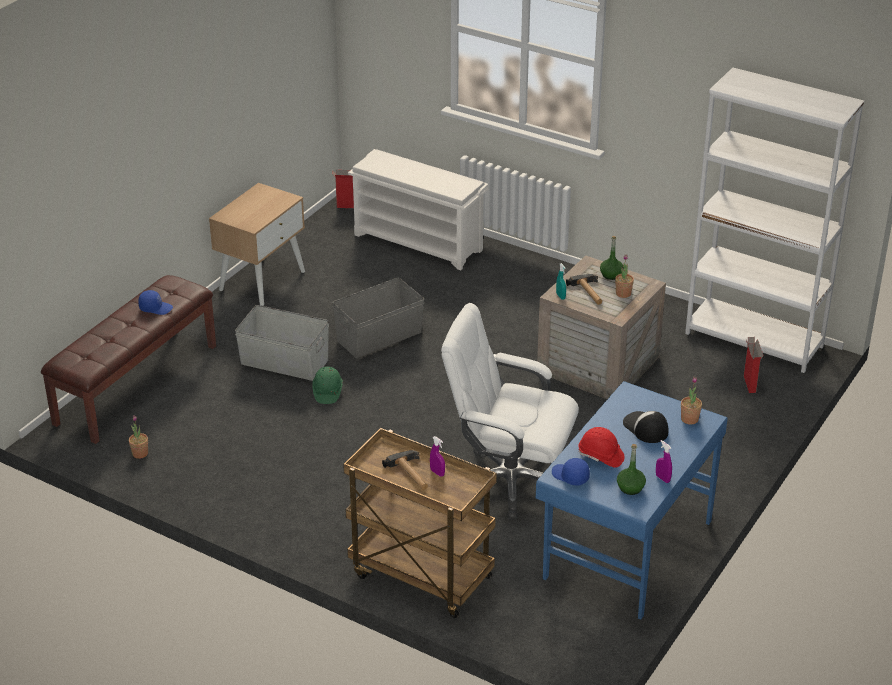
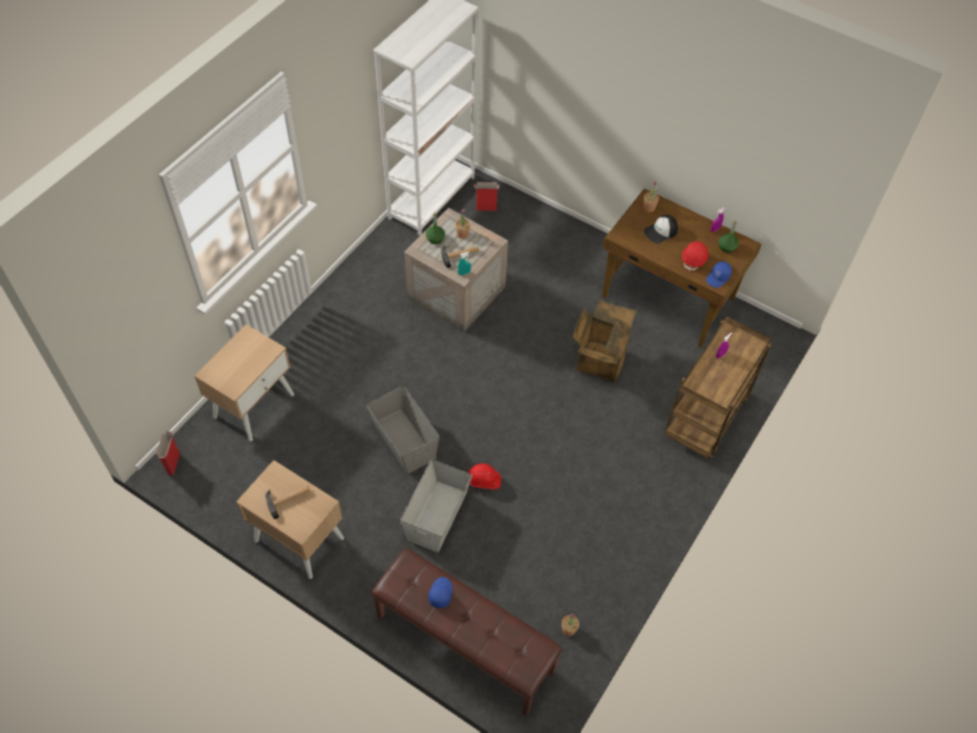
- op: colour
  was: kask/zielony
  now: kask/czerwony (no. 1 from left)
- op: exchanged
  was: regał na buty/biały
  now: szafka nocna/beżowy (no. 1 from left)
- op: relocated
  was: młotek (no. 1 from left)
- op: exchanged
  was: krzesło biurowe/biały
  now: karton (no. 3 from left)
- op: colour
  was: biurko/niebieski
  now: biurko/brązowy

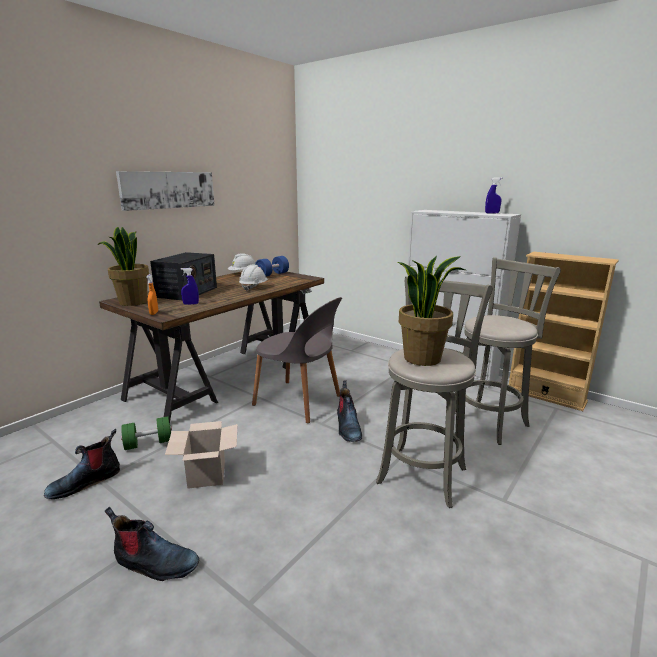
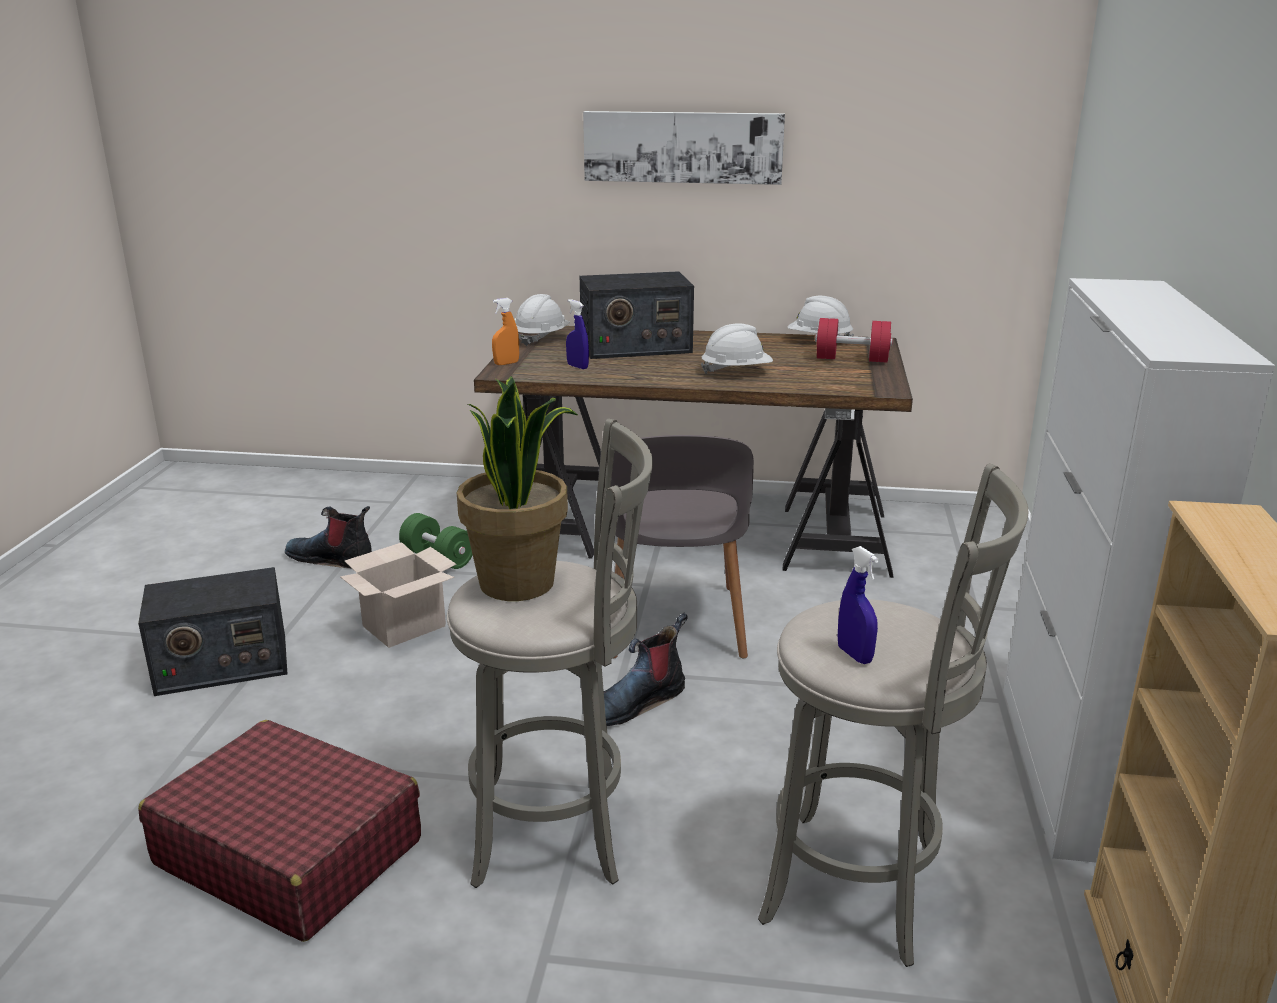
- op: exchanged
  was: roślina doniczkowa (no. 1 from left)
  now: kask/biały (no. 1 from left)
- op: exchanged
  was: but z cholewką (no. 2 from left)
  now: radio (no. 1 from left)
- op: colour
  was: hantel/niebieski
  now: hantel/czerwony
- op: relocated
  was: spryskiwacz/niebieski (no. 2 from left)
- op: appeared
  now: walizka/czerwony

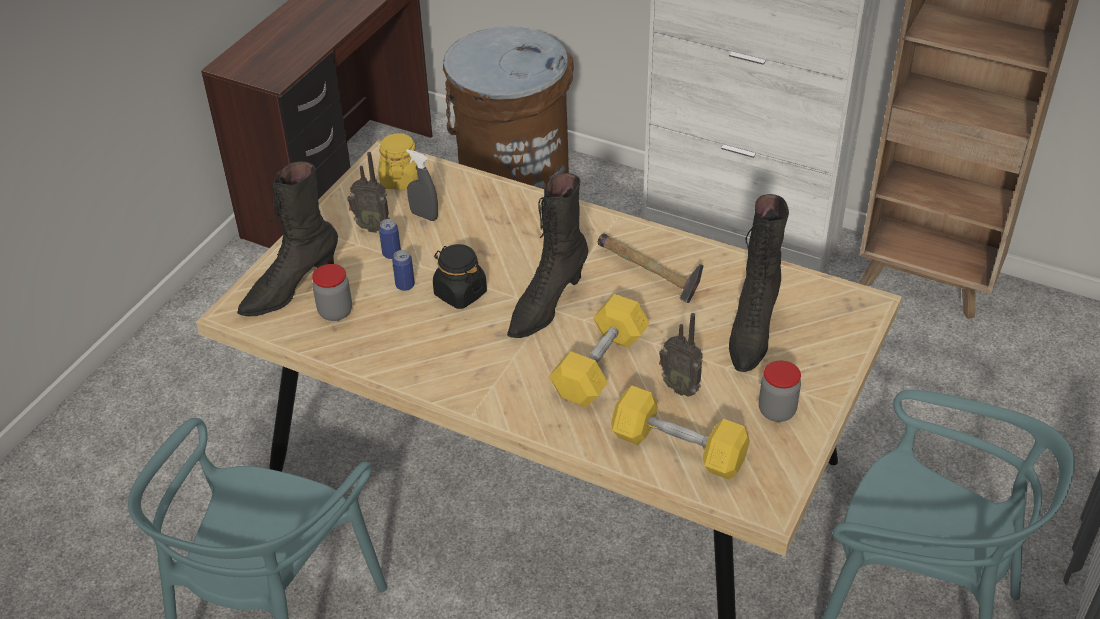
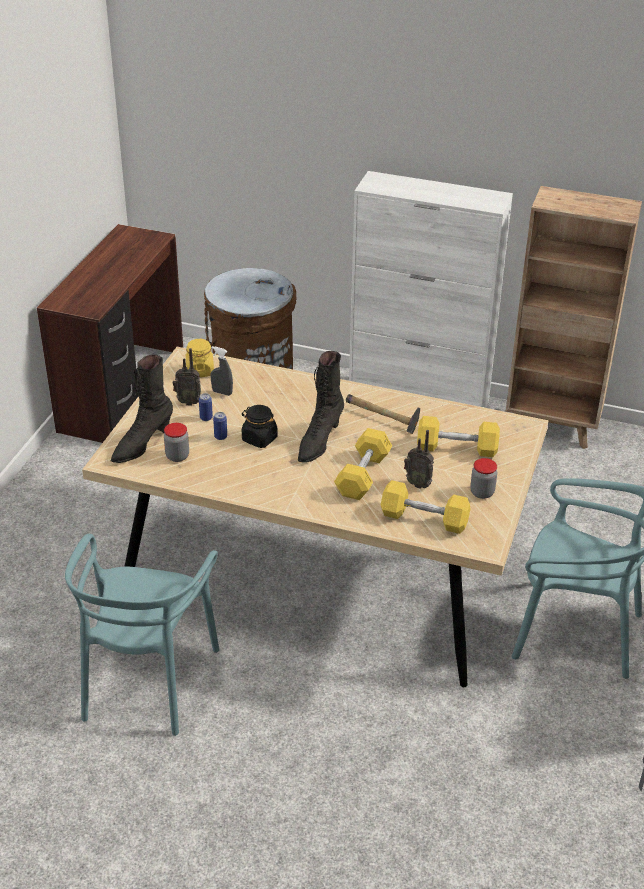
- op: exchanged
  was: but z cholewką/czarny (no. 3 from left)
  now: hantel/żółty (no. 3 from left)

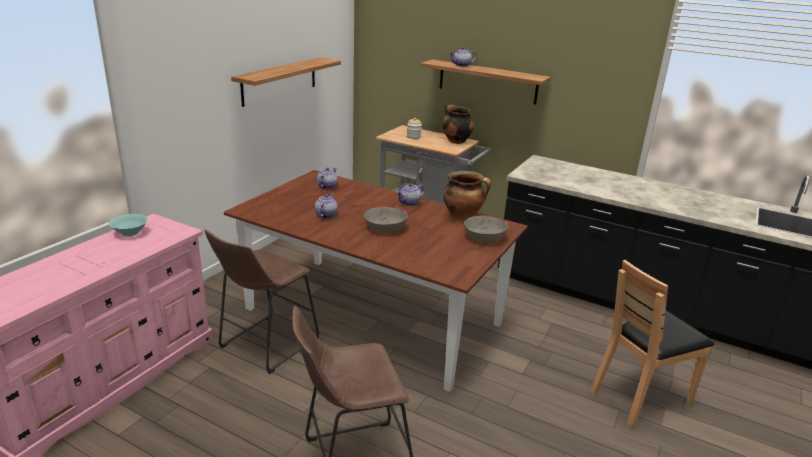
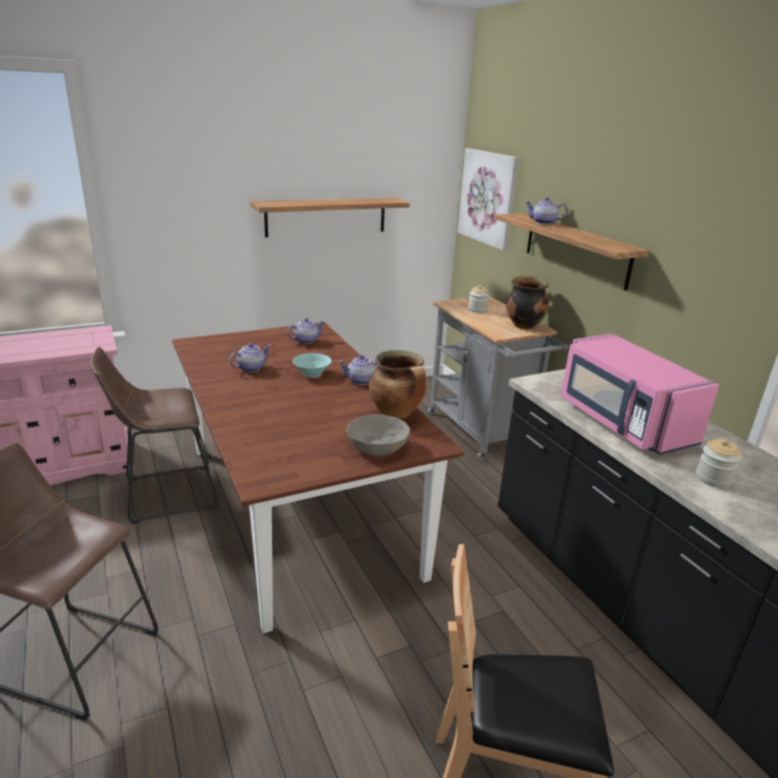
- op: relocated
  was: miska/turkusowy
- op: missing
  was: miska/szary (no. 1 from left)
- op: appeared
  now: obraz
- op: appeared
  now: mikrofalówka/różowy
- op: appeared
  now: słoik (no. 2 from left)

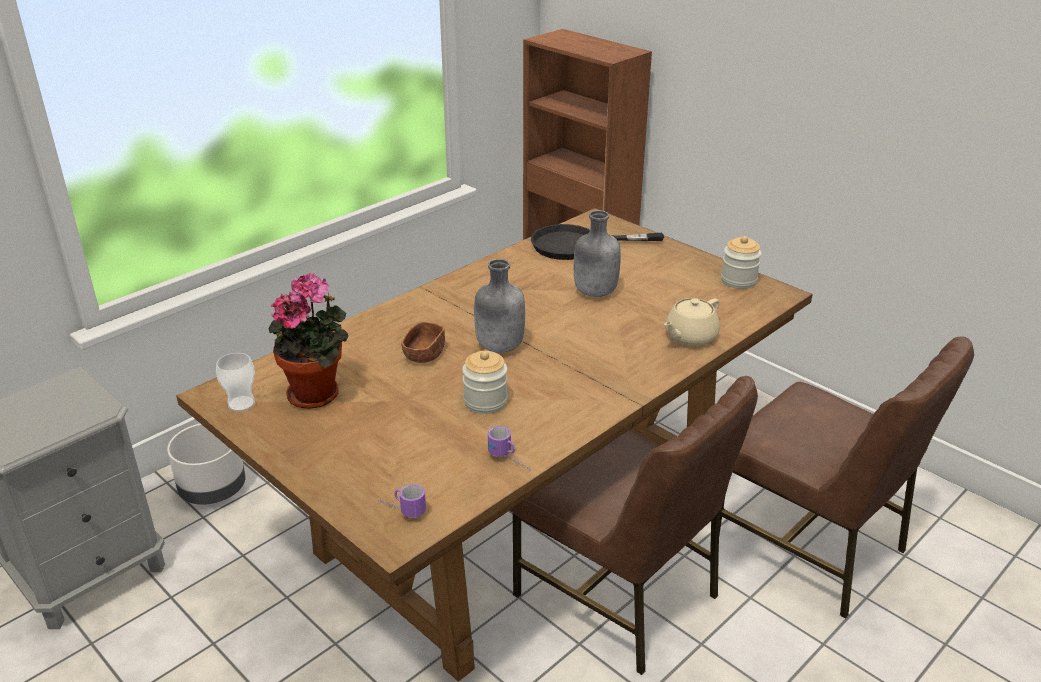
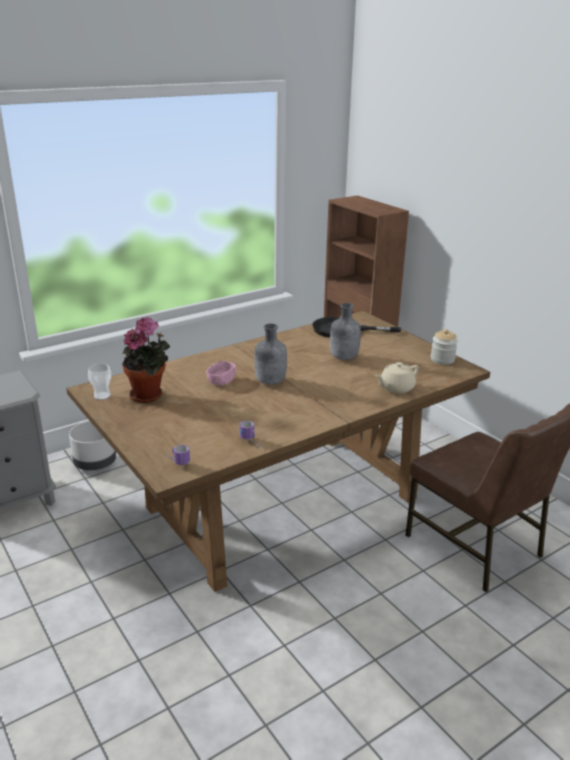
- op: colour
  was: miska/brązowy
  now: miska/różowy
- op: missing
  was: słoik (no. 1 from left)
- op: missing
  was: krzesło/brązowy (no. 1 from left)

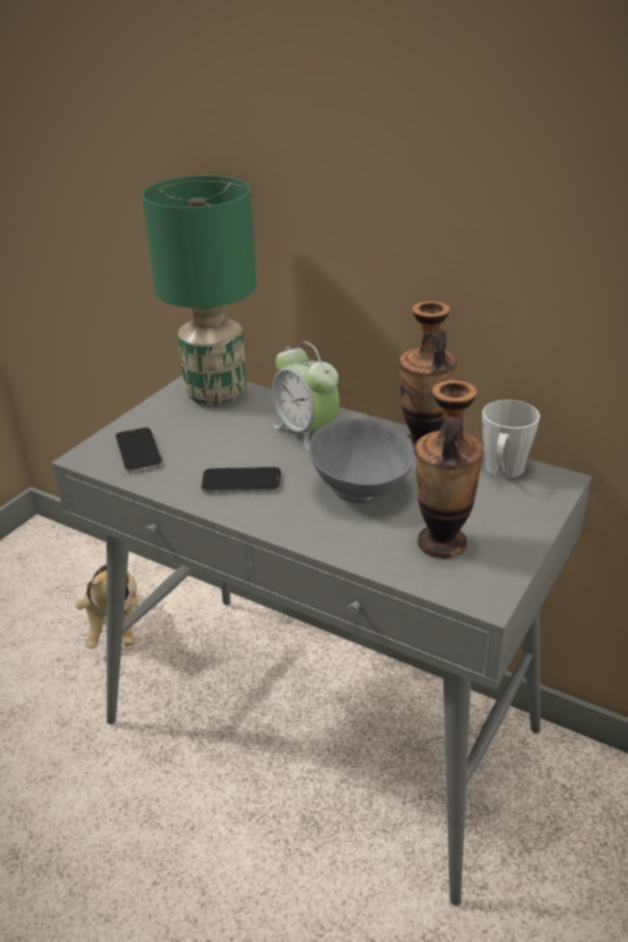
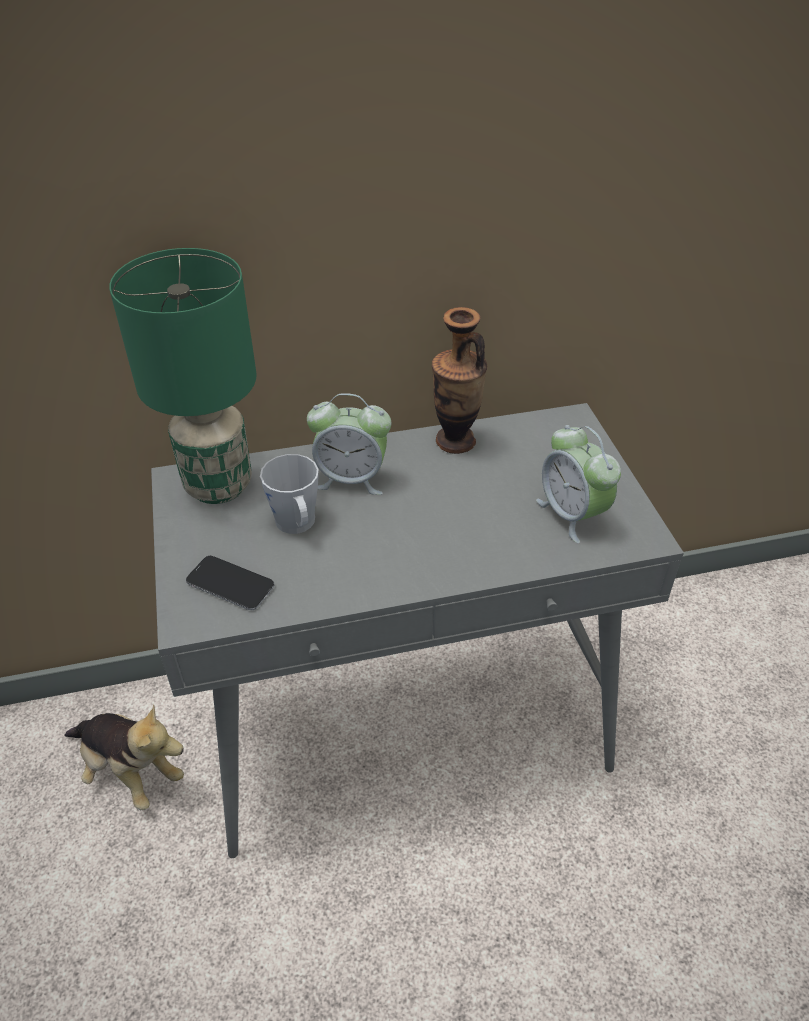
- op: missing
  was: telefon (no. 2 from left)
- op: missing
  was: miska/szary
- op: exchanged
  was: wazon (no. 2 from left)
  now: budzik (no. 2 from left)
- op: relocated
  was: kubek/szary

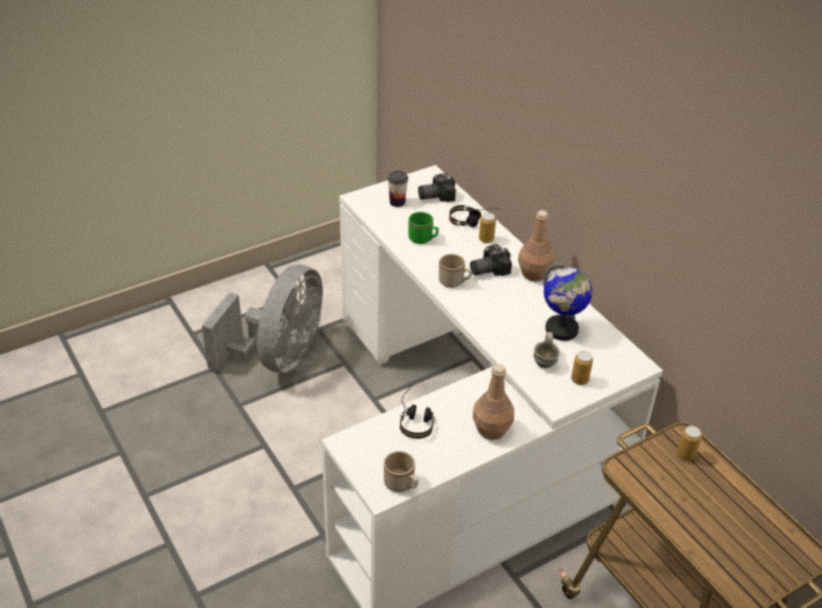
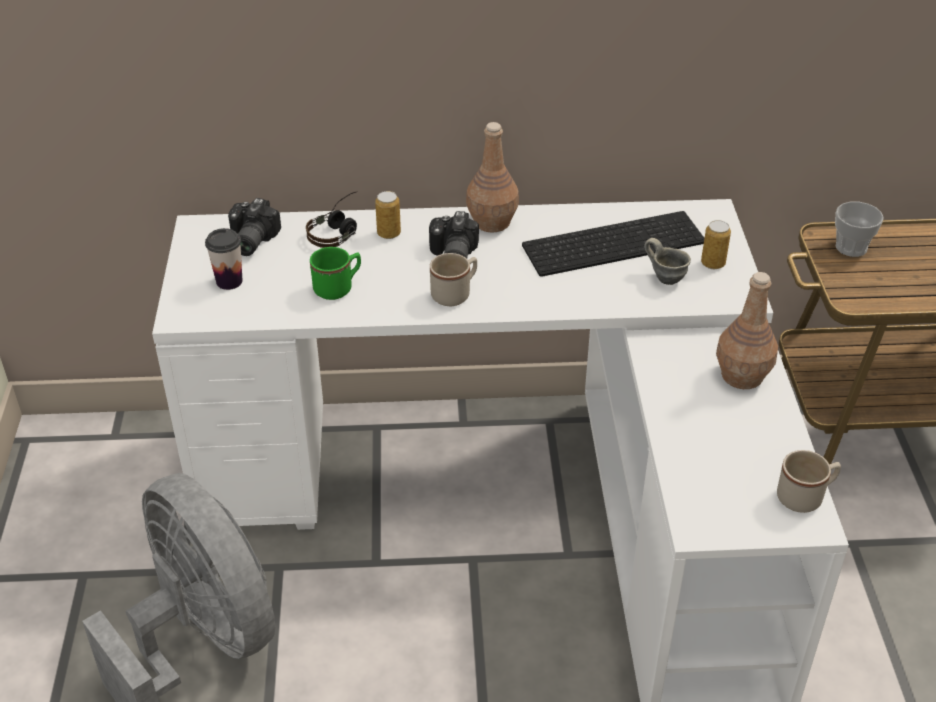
- op: missing
  was: słuchawki (no. 1 from left)
- op: exchanged
  was: globus
  now: klawiatura
- op: exchanged
  was: puszka (no. 3 from left)
  now: filiżanka (no. 2 from left)

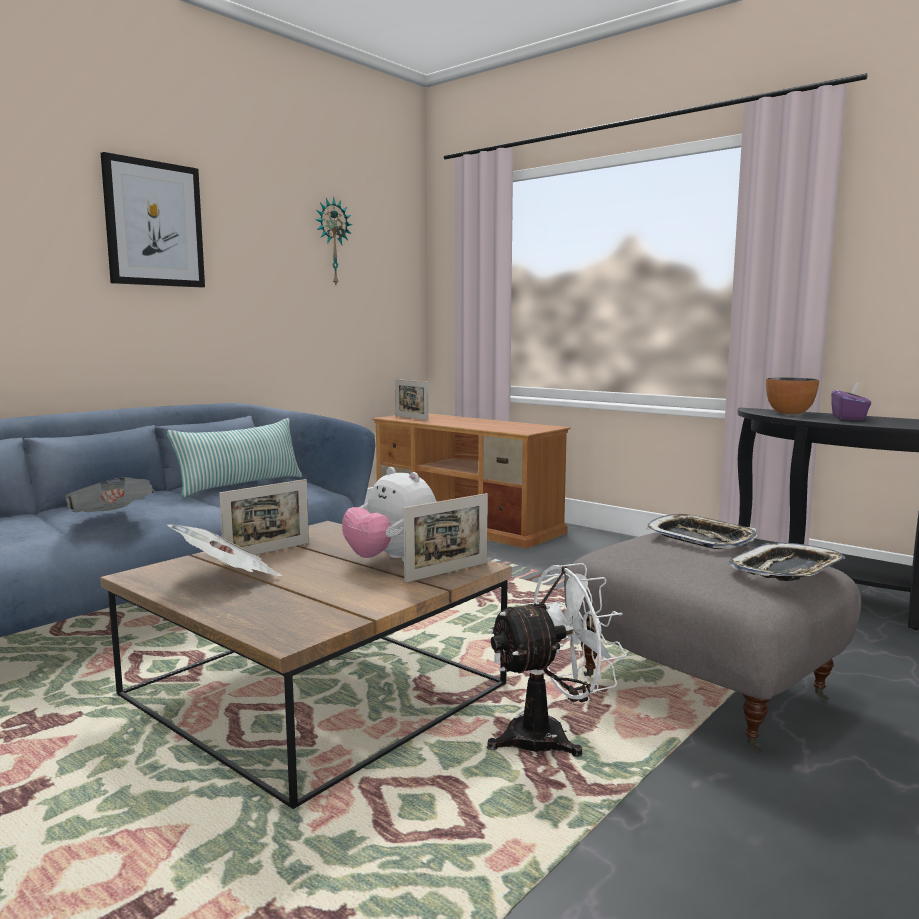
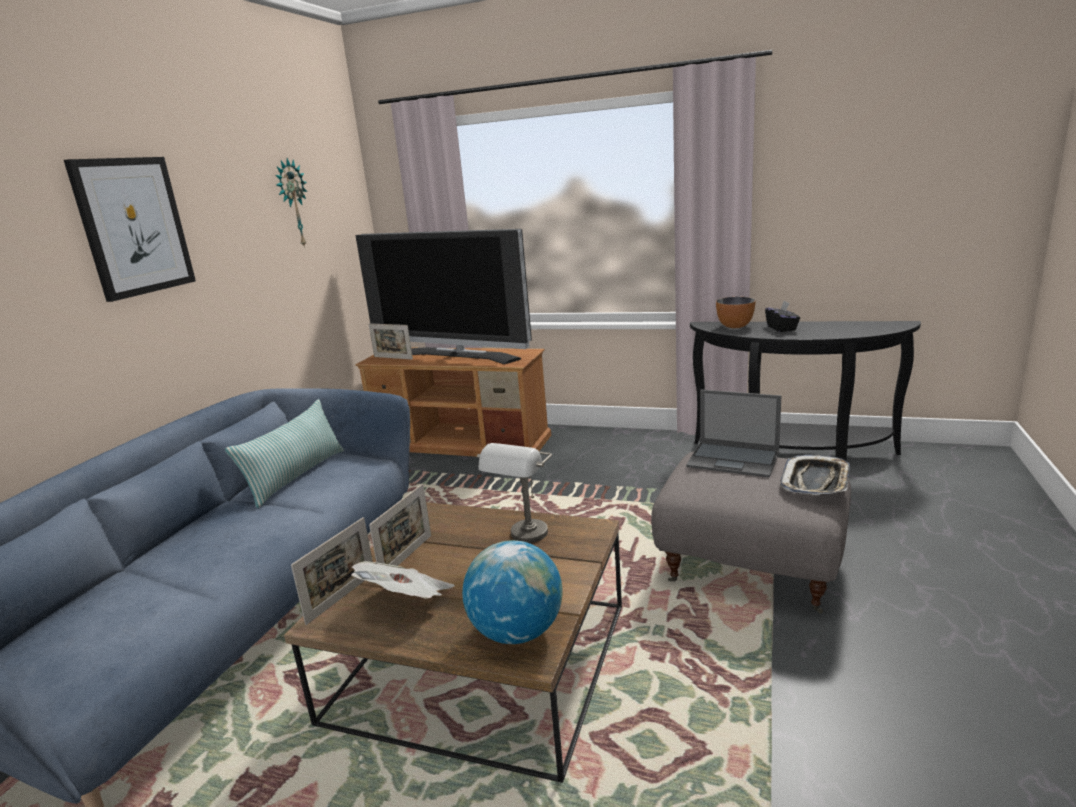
- op: missing
  was: gazeta (no. 1 from left)
- op: exchanged
  was: pluszak
  now: lampa stołowa/szary
- op: relocated
  was: ramka na zdjęcie (no. 3 from left in the first image)
  now: ramka na zdjęcie (no. 1 from left)
- op: missing
  was: wentylator/biały
- op: exchanged
  was: taca (no. 1 from left)
  now: laptop
- op: colour
  was: pudełko chusteczek/fioletowy
  now: pudełko chusteczek/czarny
- op: appeared
  now: telewizor
- op: appeared
  now: globus

